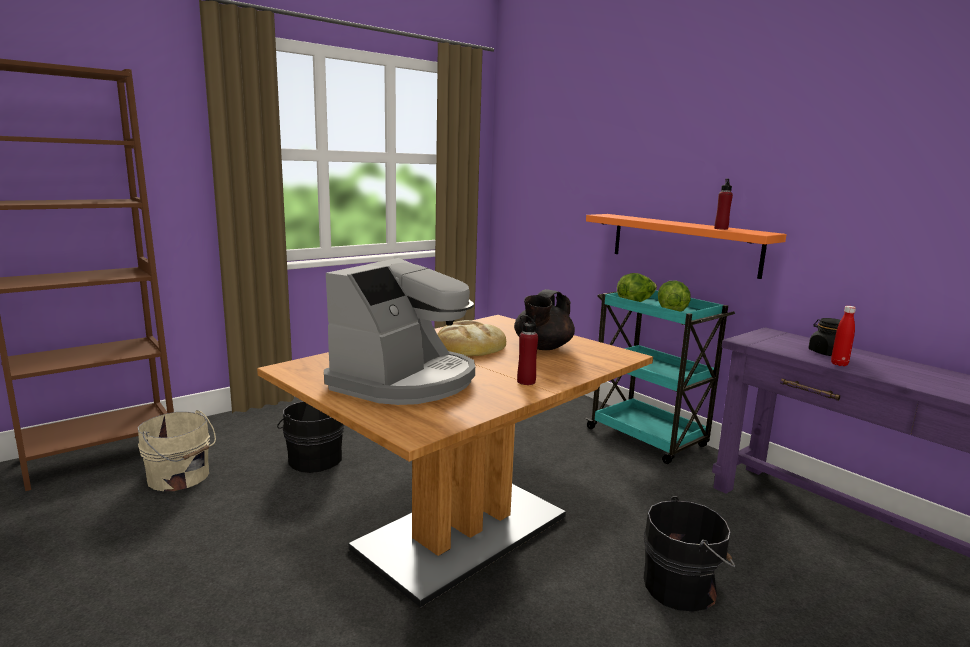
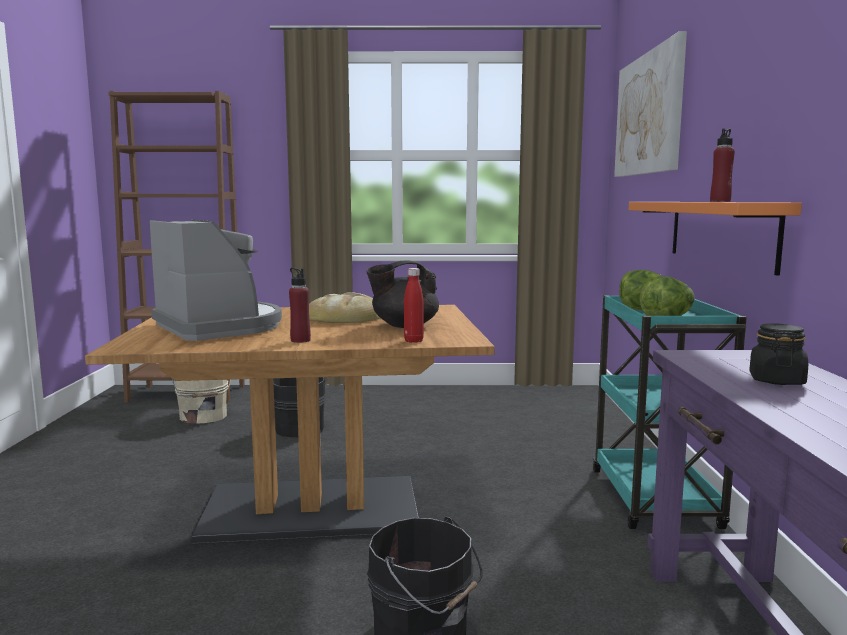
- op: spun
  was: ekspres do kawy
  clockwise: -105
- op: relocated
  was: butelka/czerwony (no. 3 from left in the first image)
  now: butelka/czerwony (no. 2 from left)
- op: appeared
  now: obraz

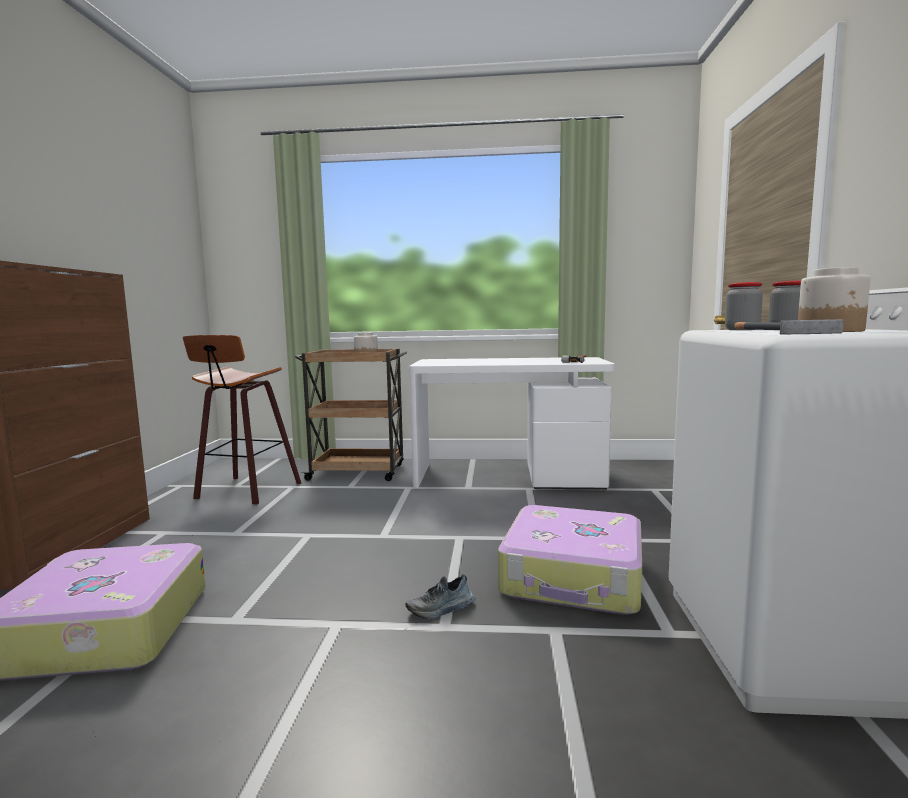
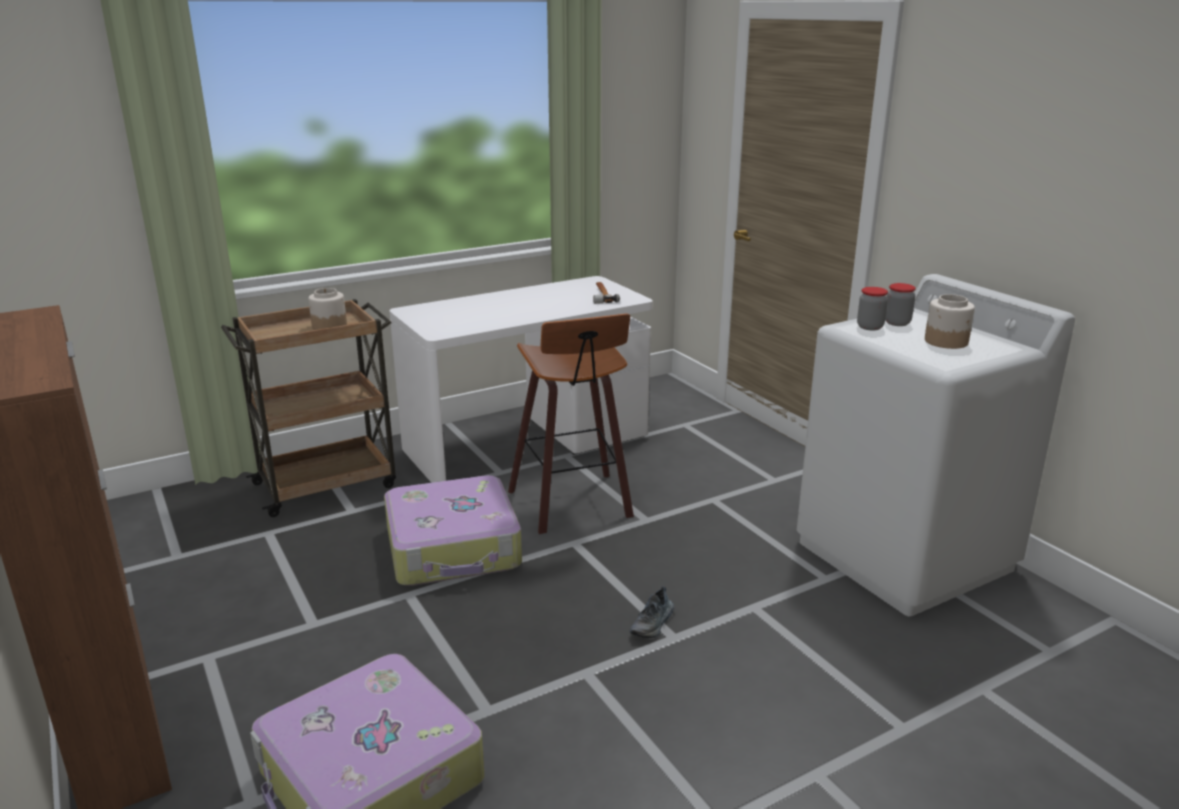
- op: relocated
  was: stołek
- op: relocated
  was: walizka (no. 2 from left)
- op: missing
  was: młotek (no. 2 from left)

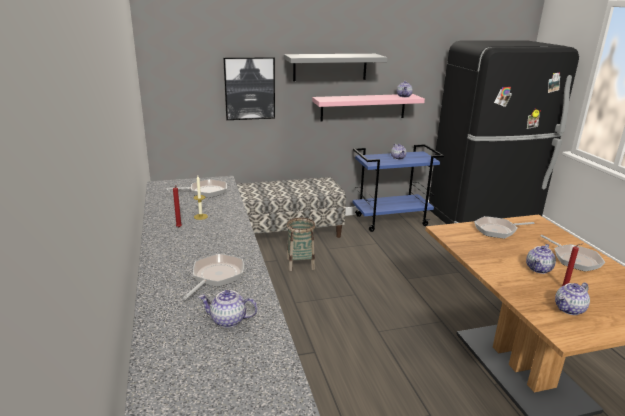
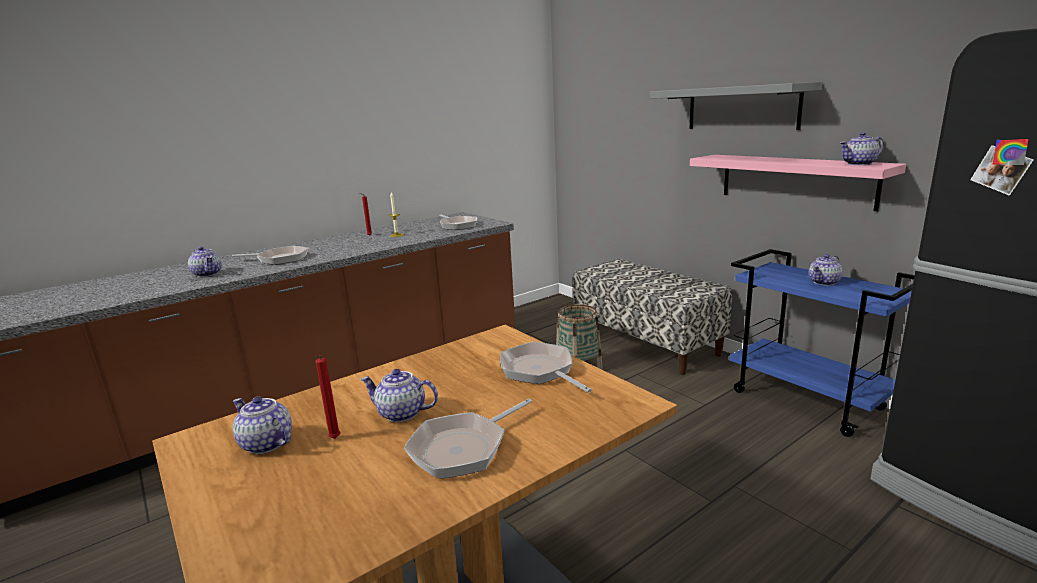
- op: spun
  was: imbryk (no. 1 from left)
  clockwise: 150
- op: missing
  was: obraz

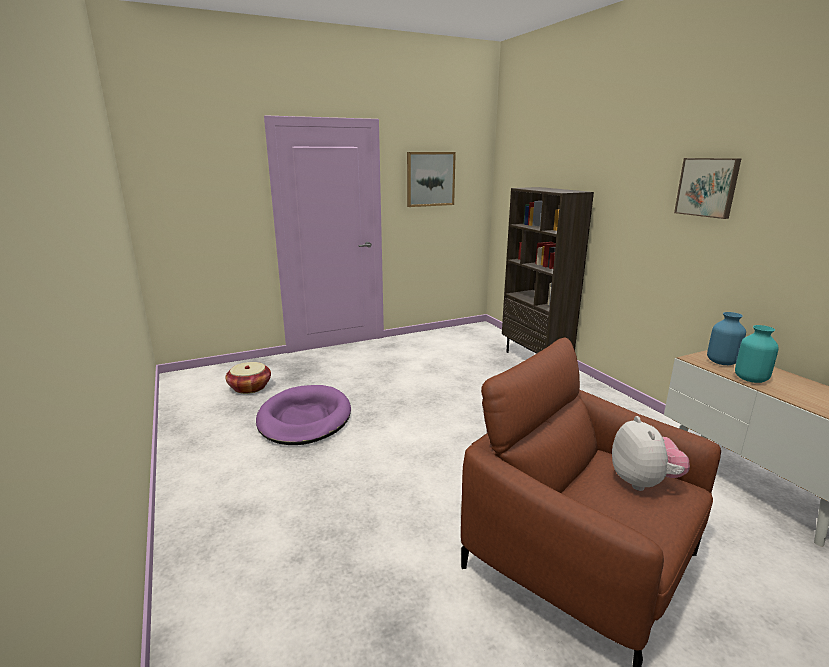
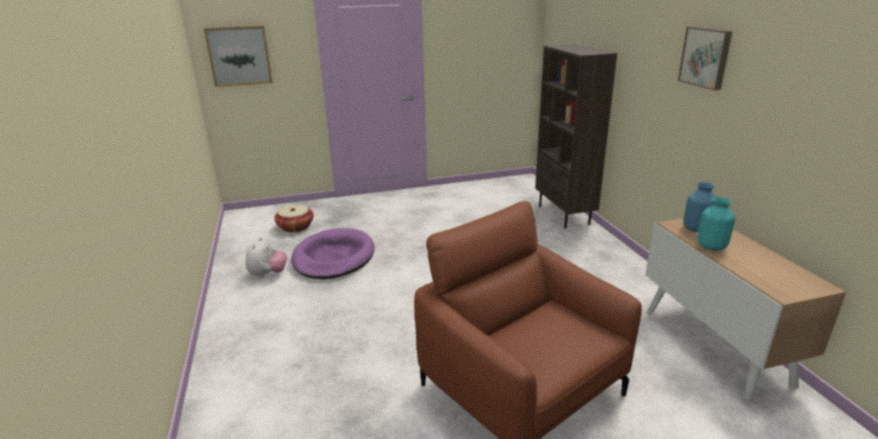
- op: relocated
  was: obraz (no. 1 from left)
- op: relocated
  was: pluszak

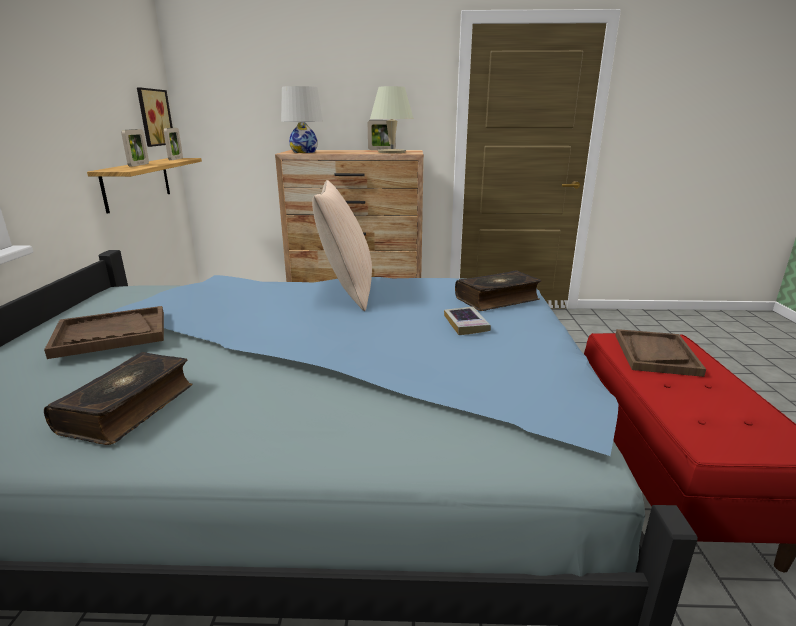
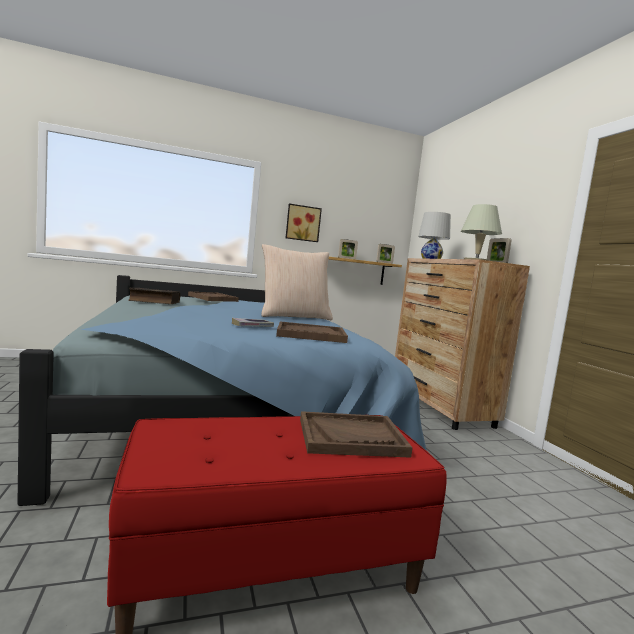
- op: relocated
  was: obraz
- op: exchanged
  was: książka (no. 3 from left)
  now: taca/brązowy (no. 2 from left)

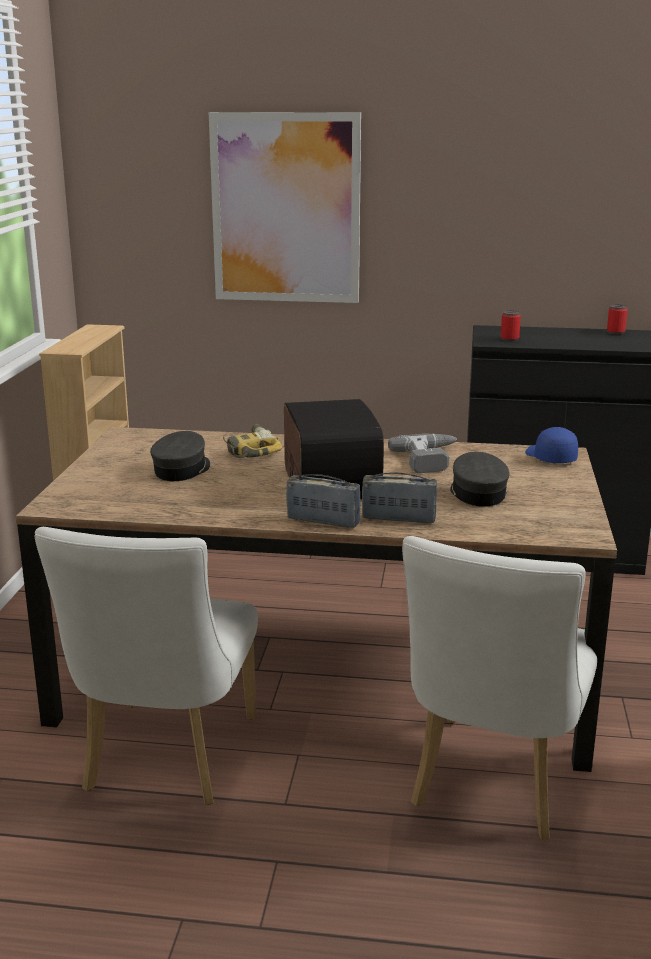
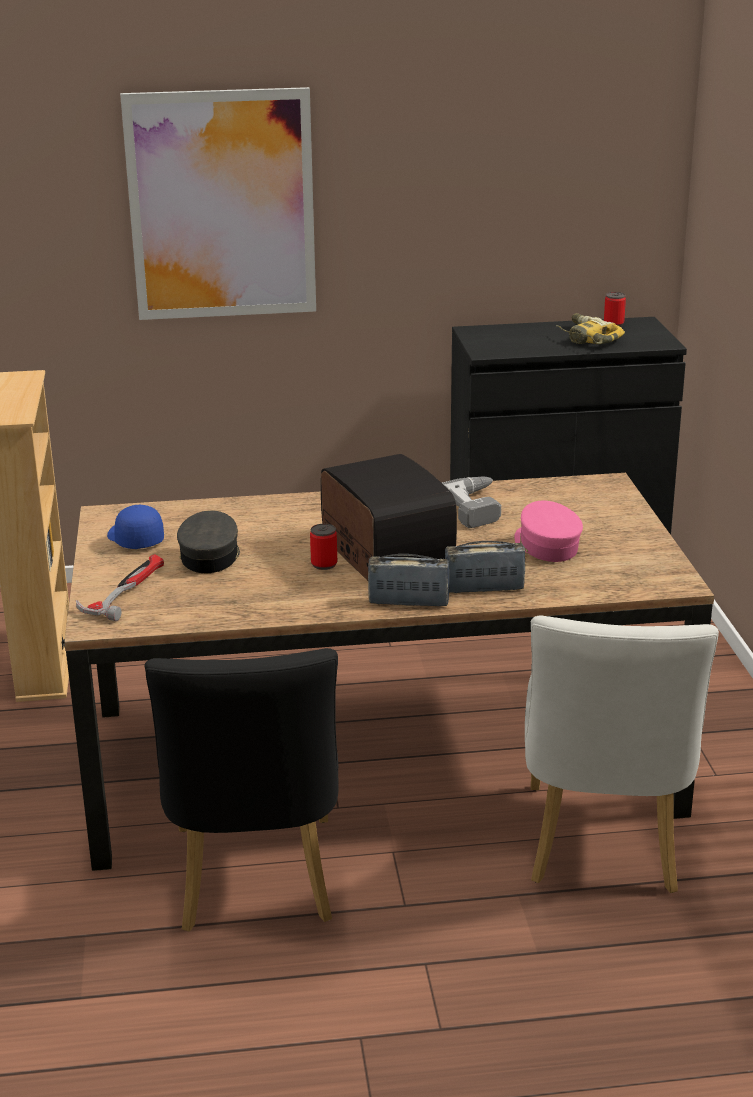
- op: colour
  was: krzesło/biały (no. 1 from left)
  now: krzesło/czarny
- op: relocated
  was: wiertarka (no. 1 from left in the first image)
  now: wiertarka (no. 2 from left)
- op: colour
  was: czapka z daszkiem/szary (no. 2 from left)
  now: czapka z daszkiem/różowy
- op: relocated
  was: puszka (no. 1 from left)
- op: relocated
  was: czapka z daszkiem/niebieski
- op: appeared
  now: młotek

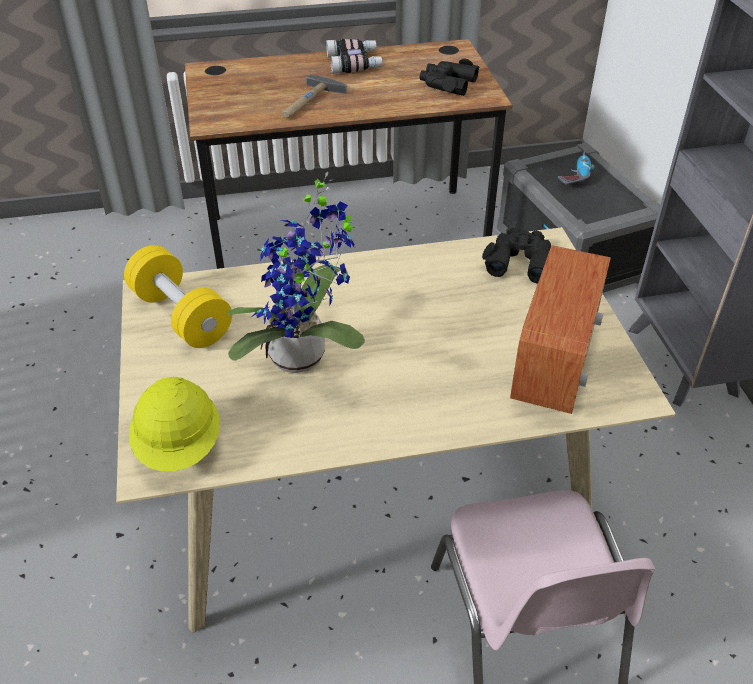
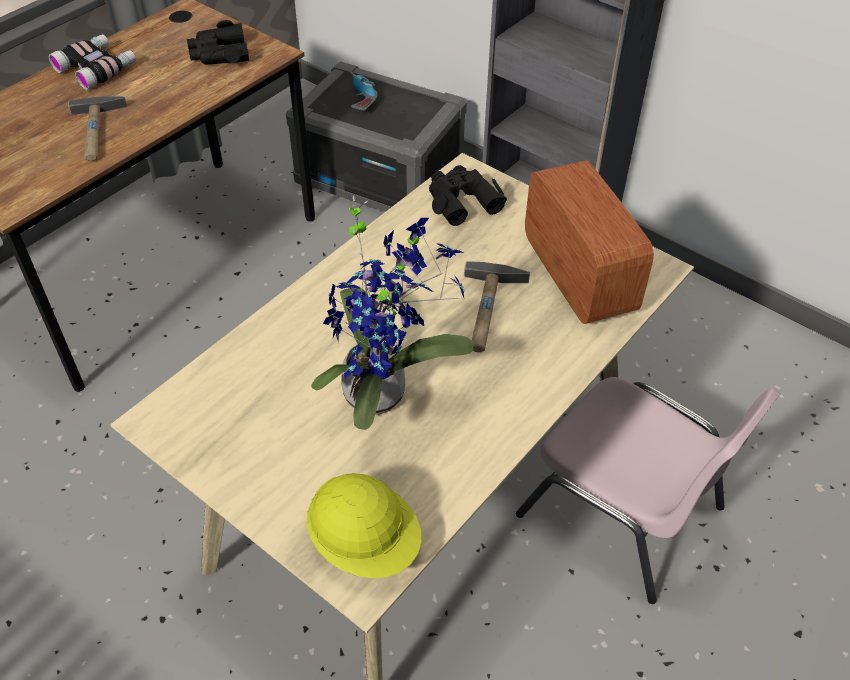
- op: missing
  was: hantel/żółty
- op: appeared
  now: młotek (no. 2 from left)

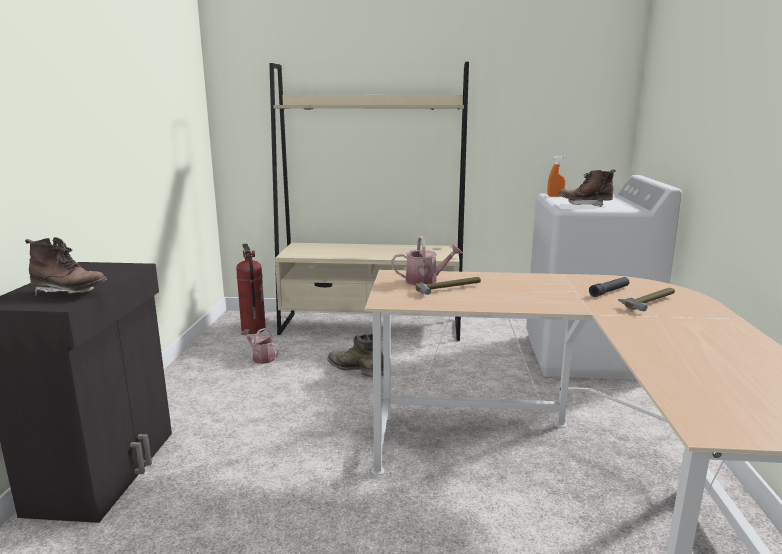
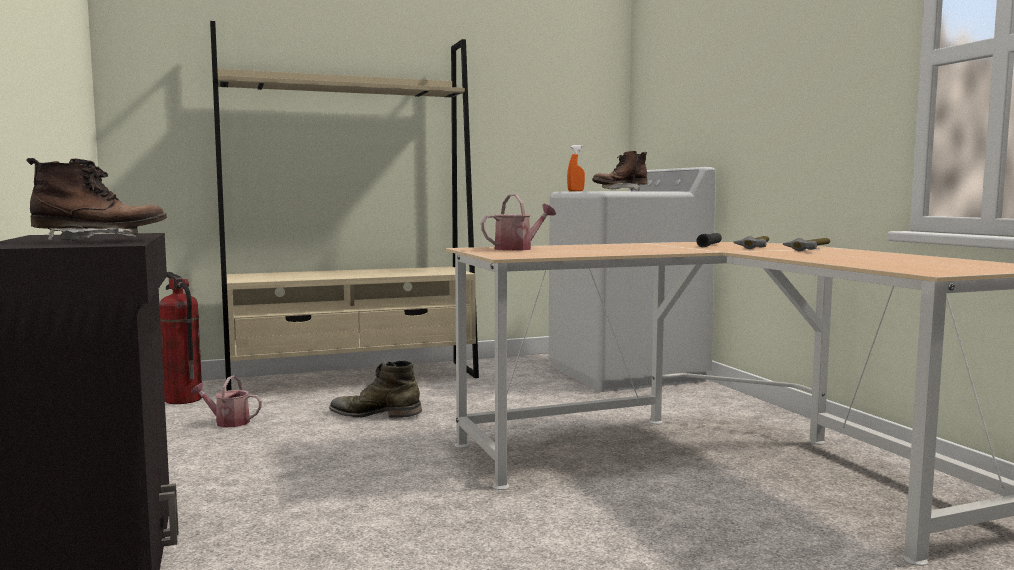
- op: relocated
  was: młotek (no. 1 from left in the first image)
  now: młotek (no. 2 from left)

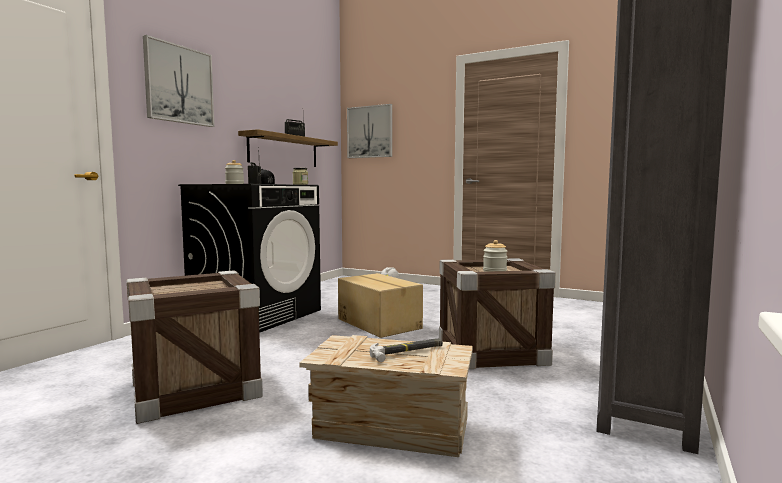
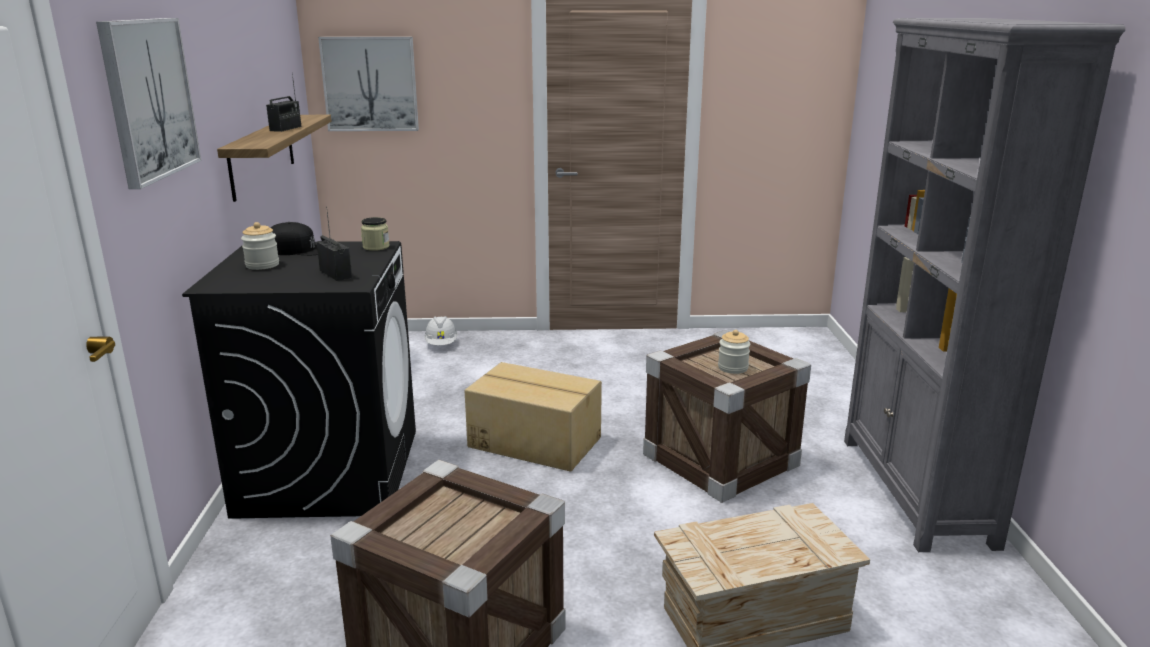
- op: missing
  was: młotek

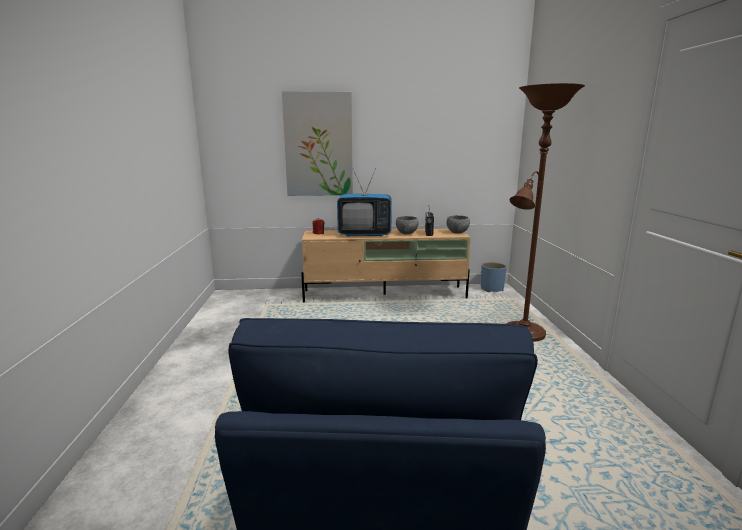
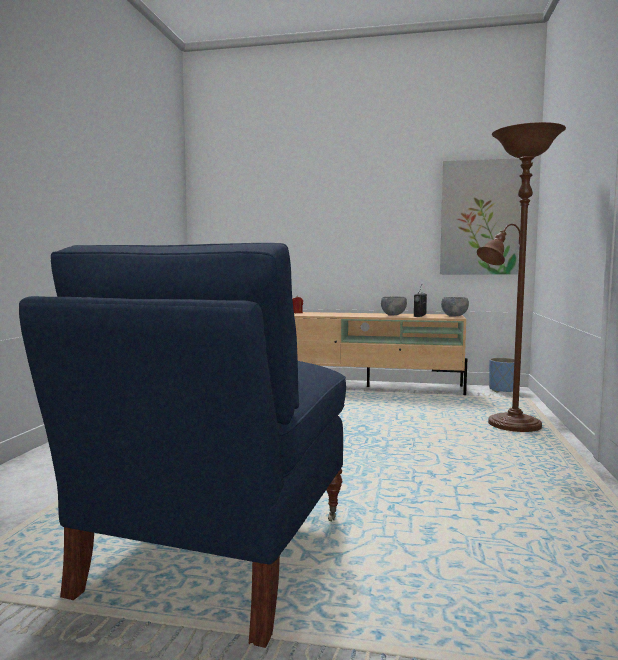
- op: relocated
  was: obraz
- op: missing
  was: telewizor

